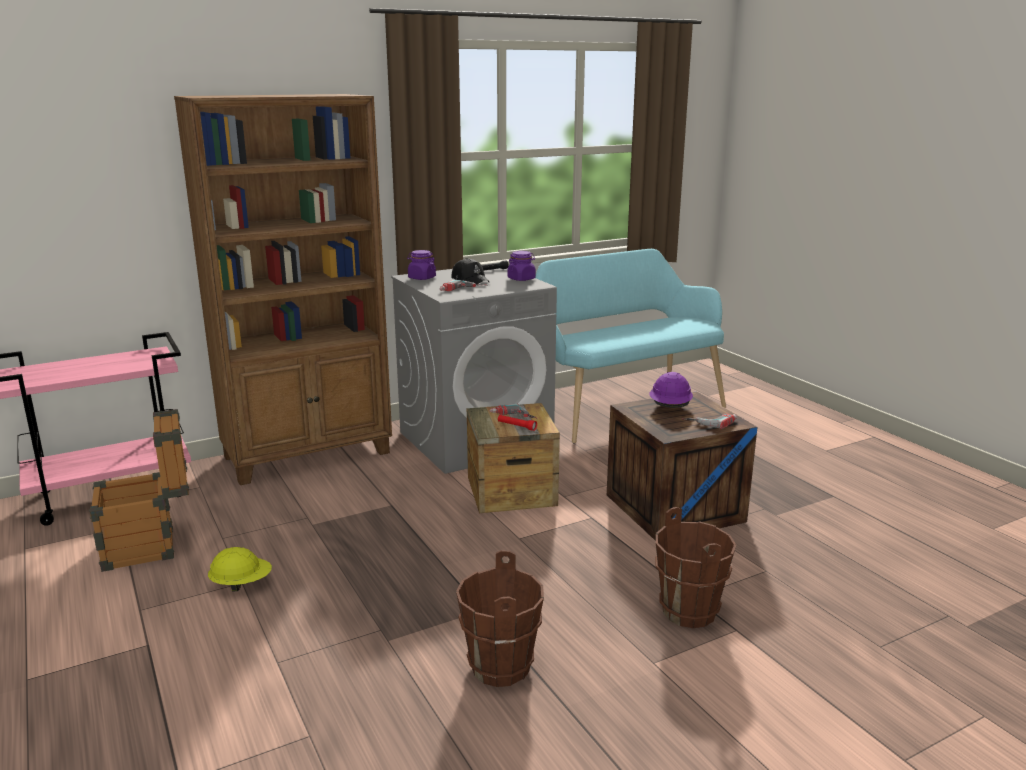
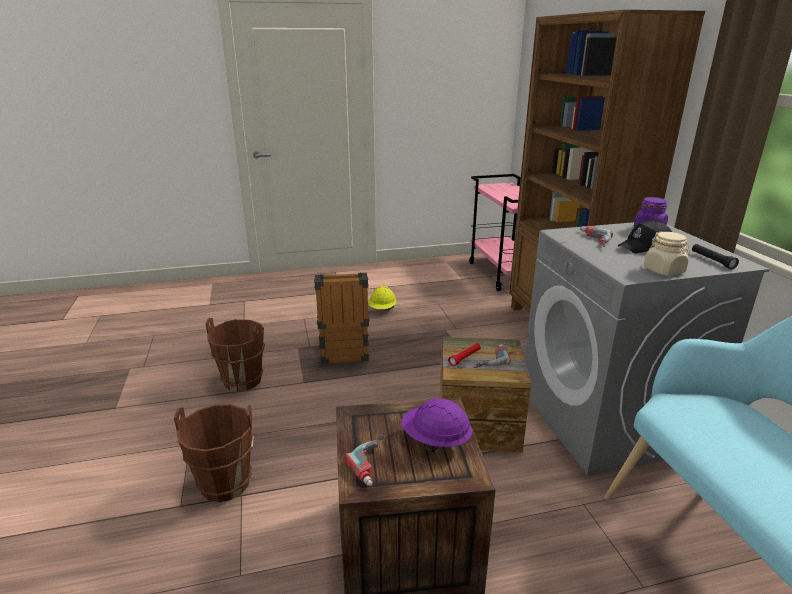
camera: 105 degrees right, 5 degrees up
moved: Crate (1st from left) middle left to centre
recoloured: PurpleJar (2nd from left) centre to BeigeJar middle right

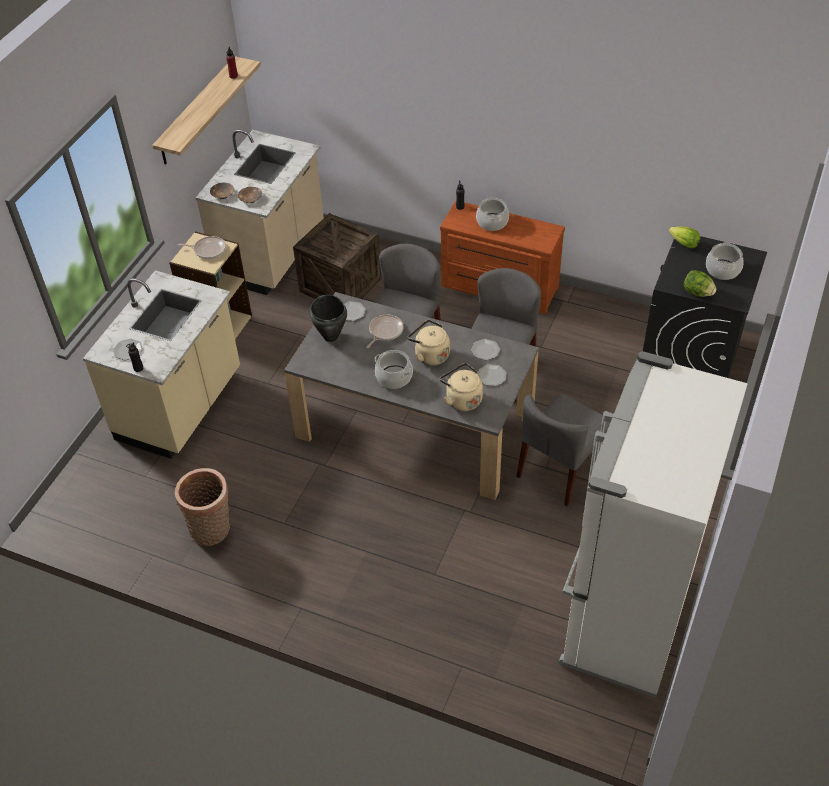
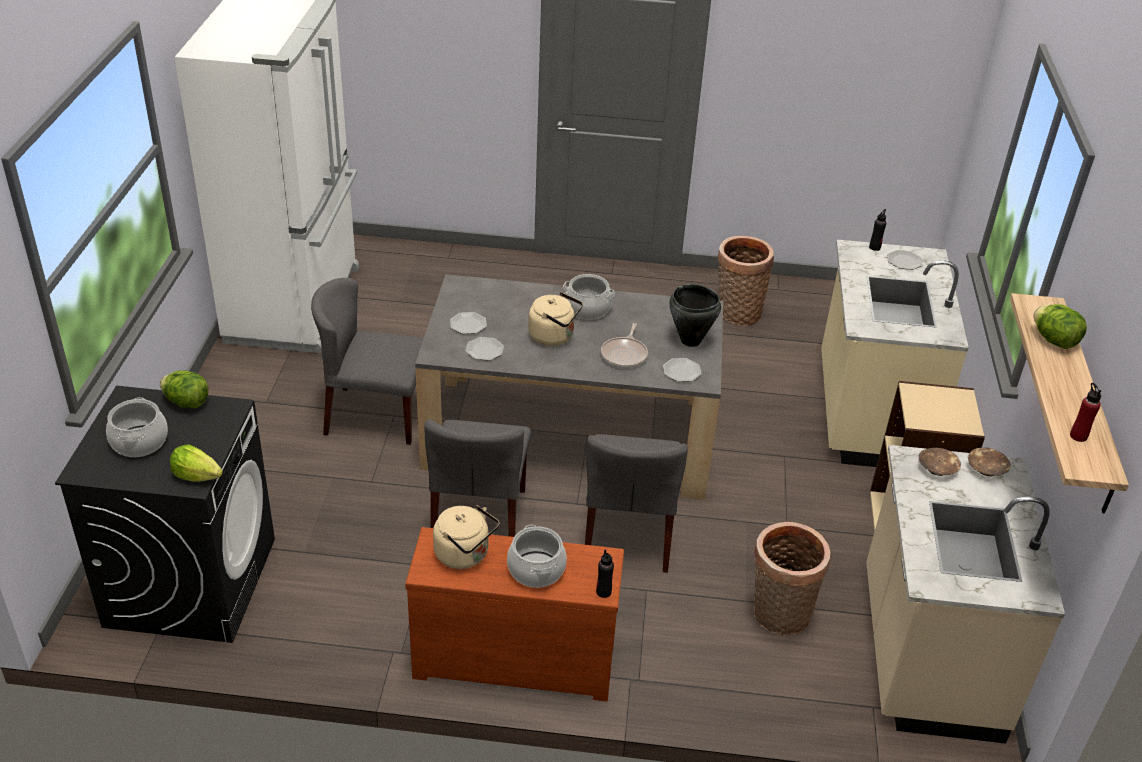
camera: 160 degrees right, 10 degrees down
removed: Pan (1st from left) top left
added: HeadOfLettuce (3rd from left) middle right
moved: BeigeWaterKettle (2nd from left in the first image) centre to BeigeWaterKettle (1st from left) bottom centre
replaced: Crate top centre to StorageBasket (2nd from left) bottom right
turned: GreyChair (3rd from left in the first image) middle right = middle left 105 degrees counterclockwise

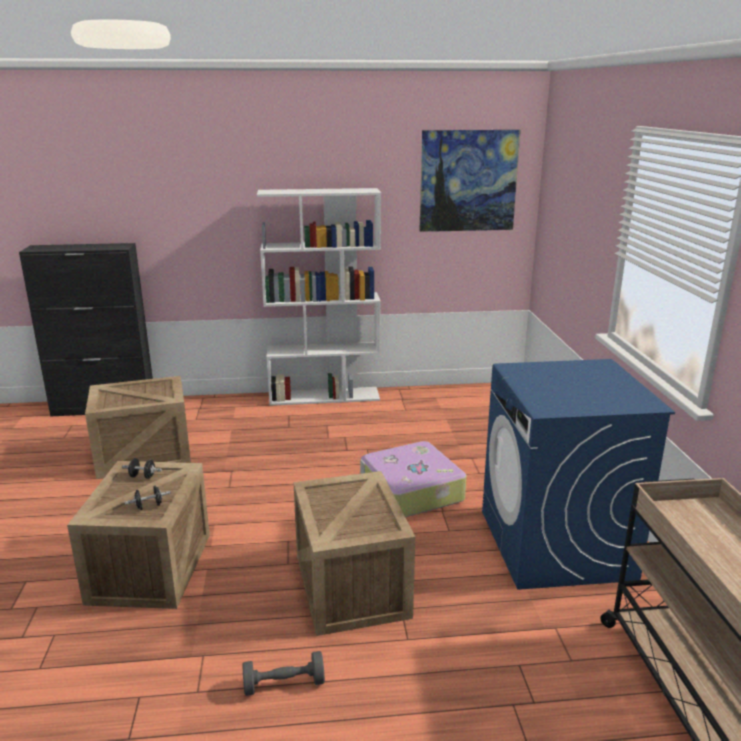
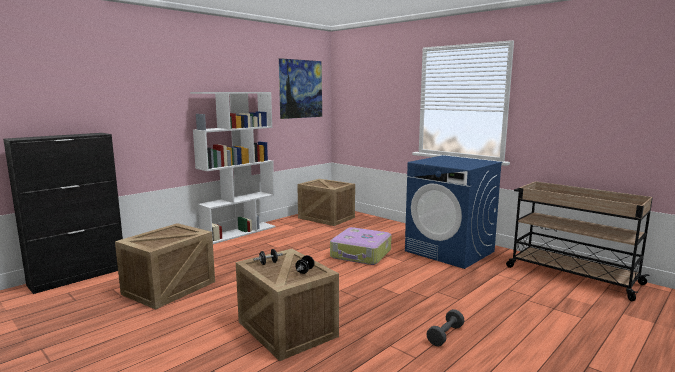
camera: 40 degrees left, 10 degrees down
moved: Crate (3rd from left) bottom centre to centre

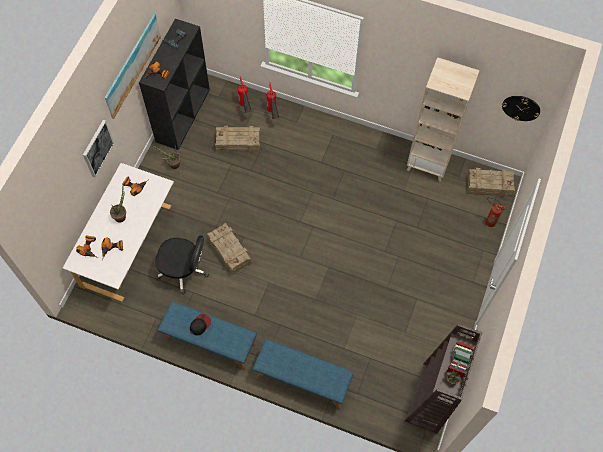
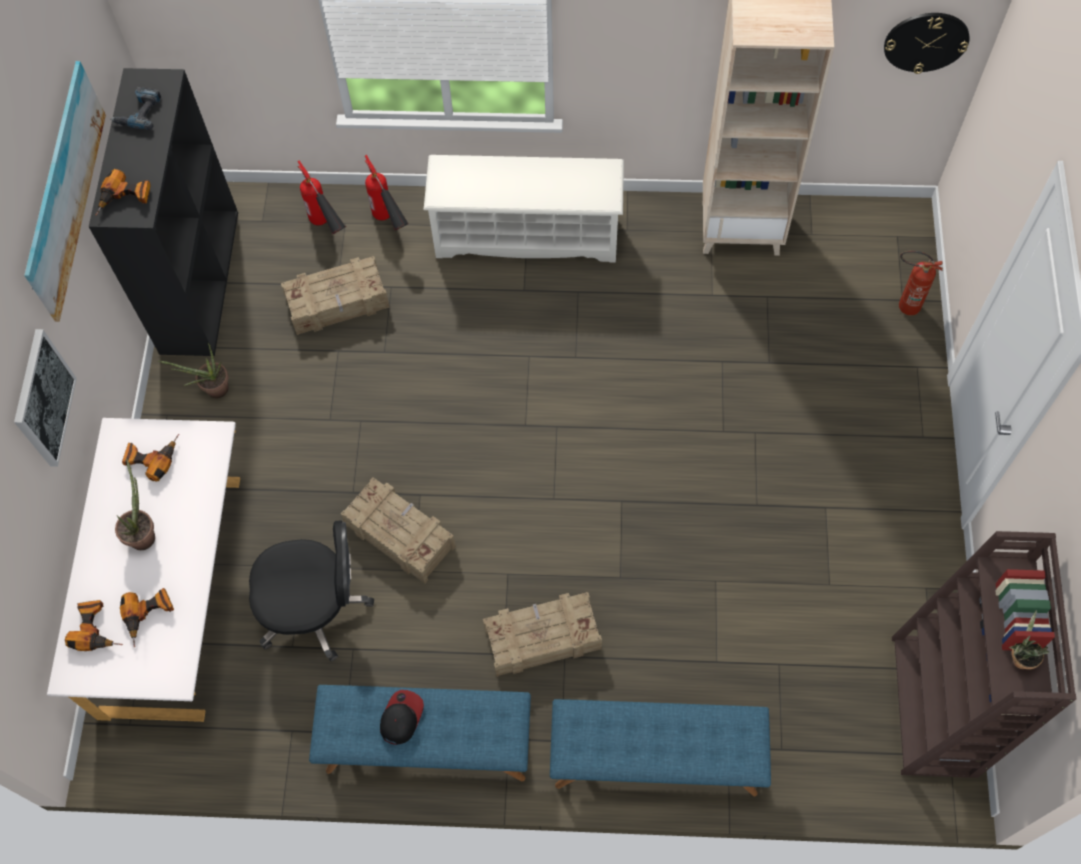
camera: 15 degrees left, 0 degrees up
added: WhitishShoeStand top centre
moved: Crate (3rd from left) middle right to bottom centre

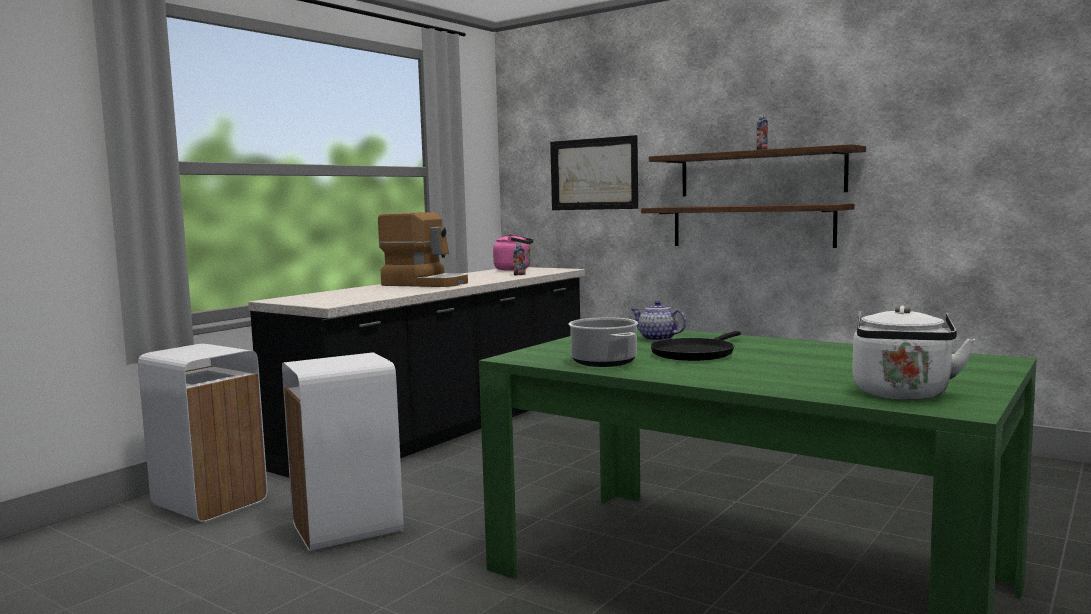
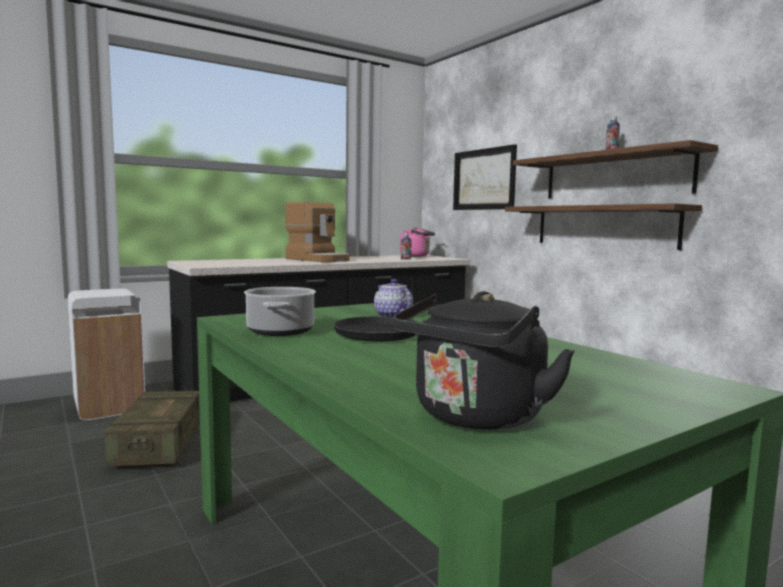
camera: 20 degrees right, 0 degrees up
replaced: WhitishRubbishBin (2nd from left) bottom left to Crate bottom left
recoloured: WhitishWaterKettle middle right to BlackColouredWaterKettle centre

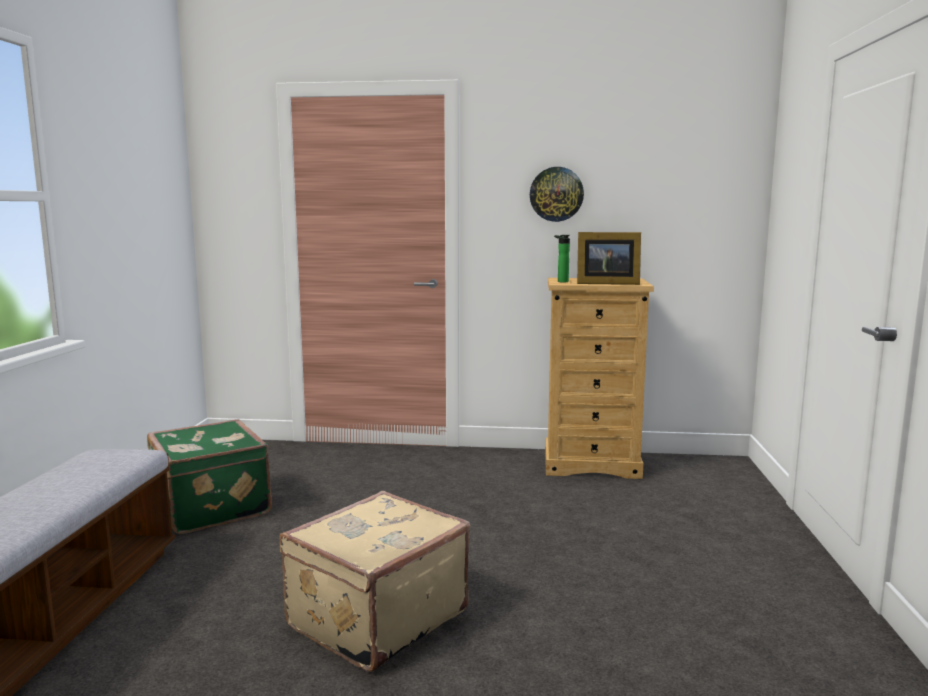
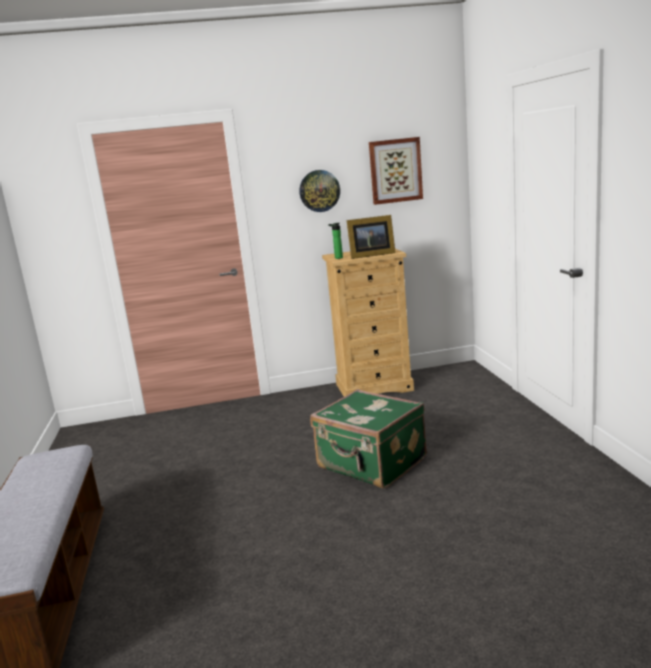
camera: 15 degrees left, 5 degrees up
removed: BeigeSuitcase bottom centre
added: WallArt top centre
moved: GreenishSuitcase bottom left to centre

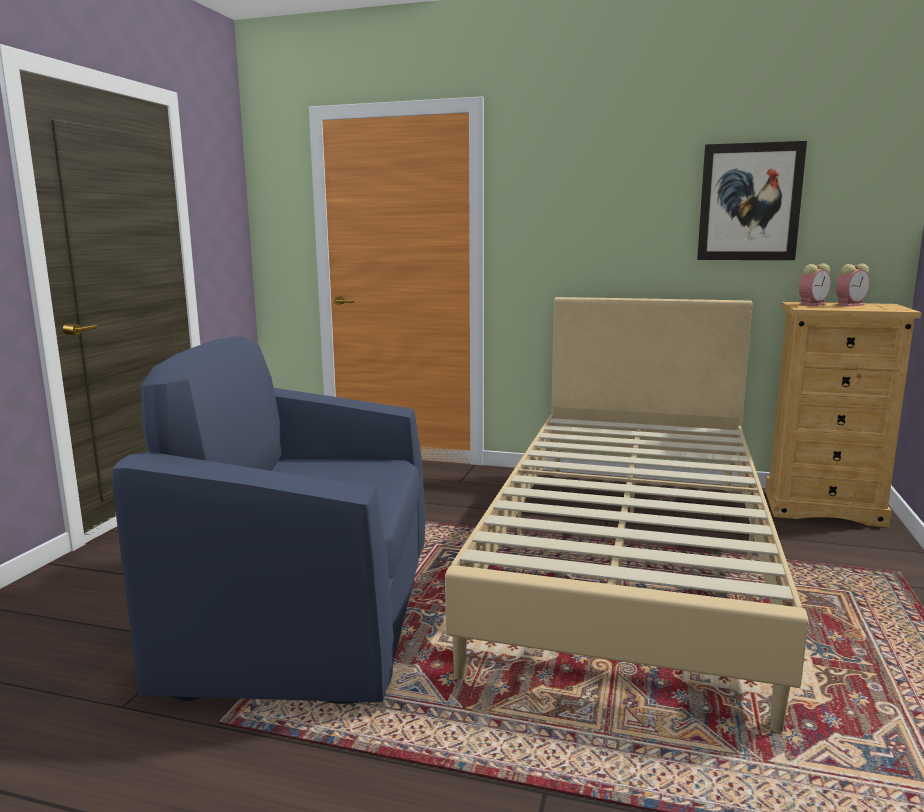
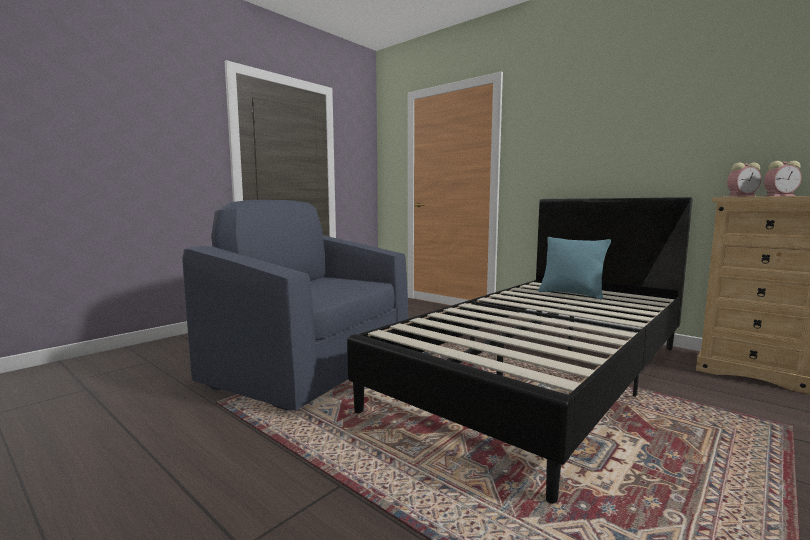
camera: 25 degrees right, 5 degrees down
removed: WallArt top right
added: TurquoiseCushion middle right
recoloured: BeigeBedroomBed middle right to BlackColouredBedroomBed centre

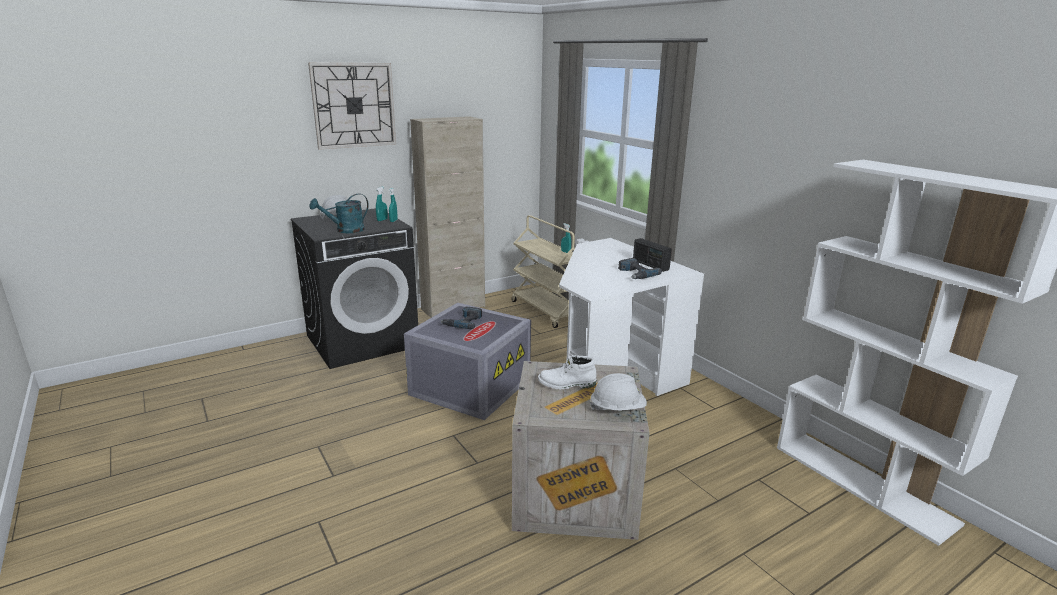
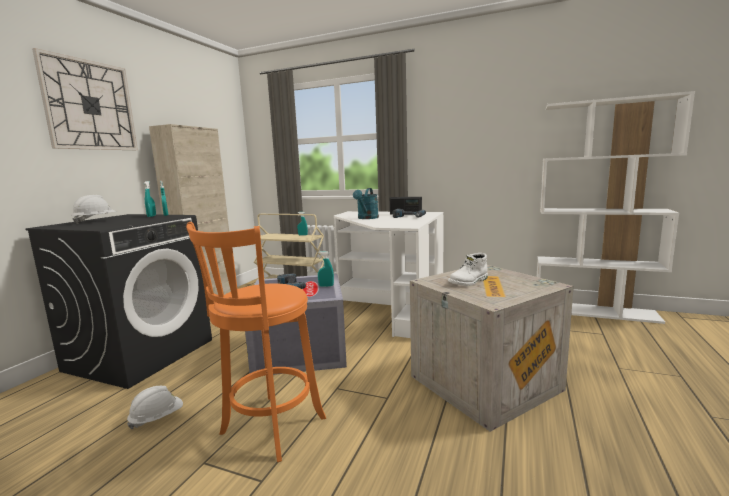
camera: 35 degrees left, 10 degrees down
added: OrangeColouredSittingStool bottom centre; TurquoiseSprayBottle (4th from left) centre
moved: TurquoiseSprinklingCan middle left to centre; WhitishSafetyHelmet (2nd from left) centre to bottom left

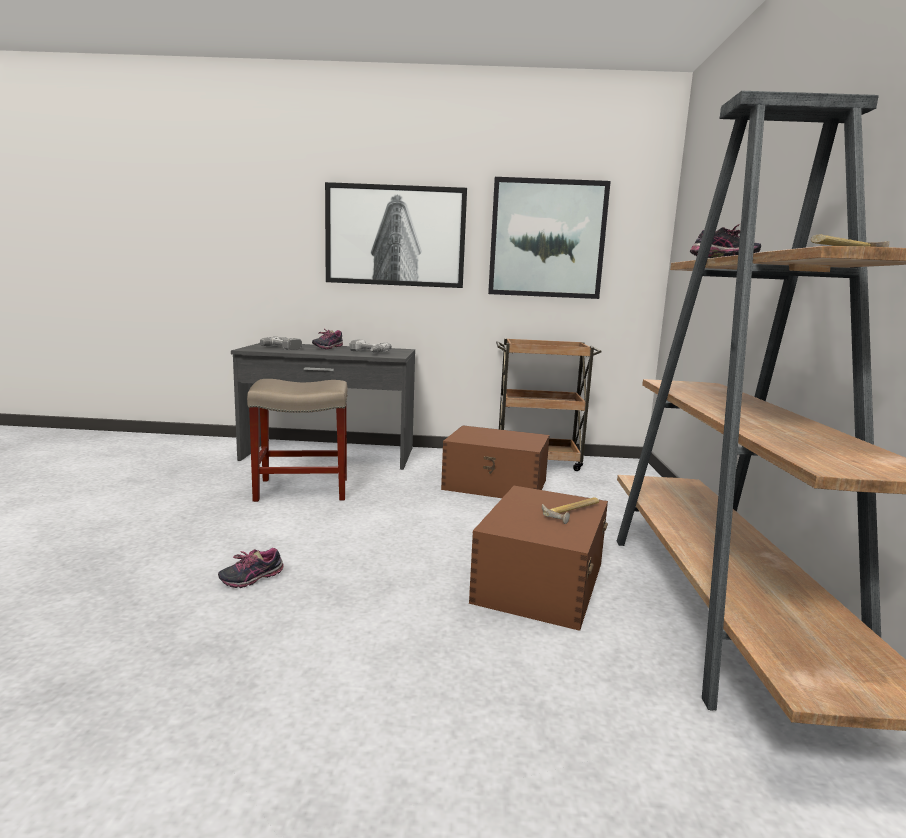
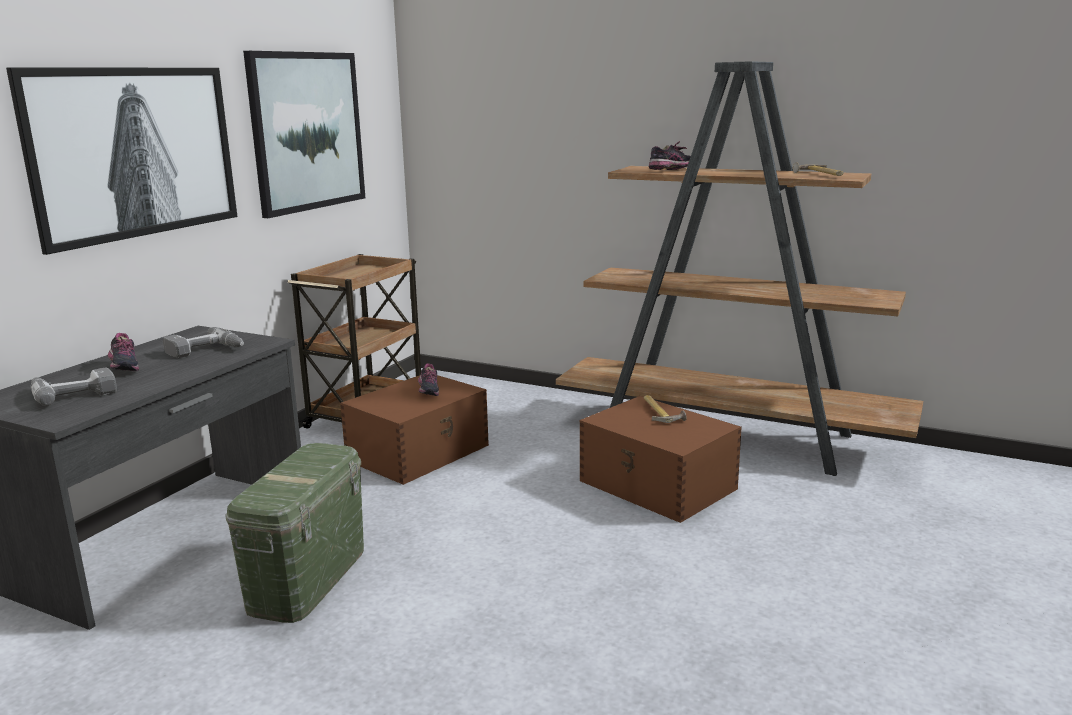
camera: 65 degrees left, 5 degrees up
moved: Shoe (1st from left in the first image) bottom left to Shoe (2nd from left) centre
replaced: BeigeSittingStool middle left to GreenishStorageBox bottom left

